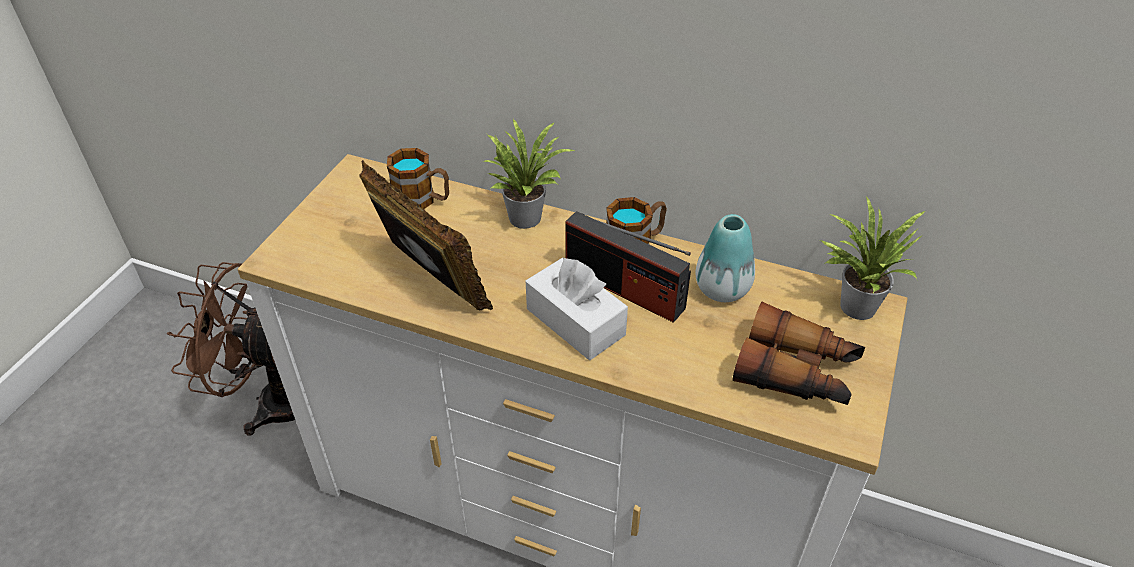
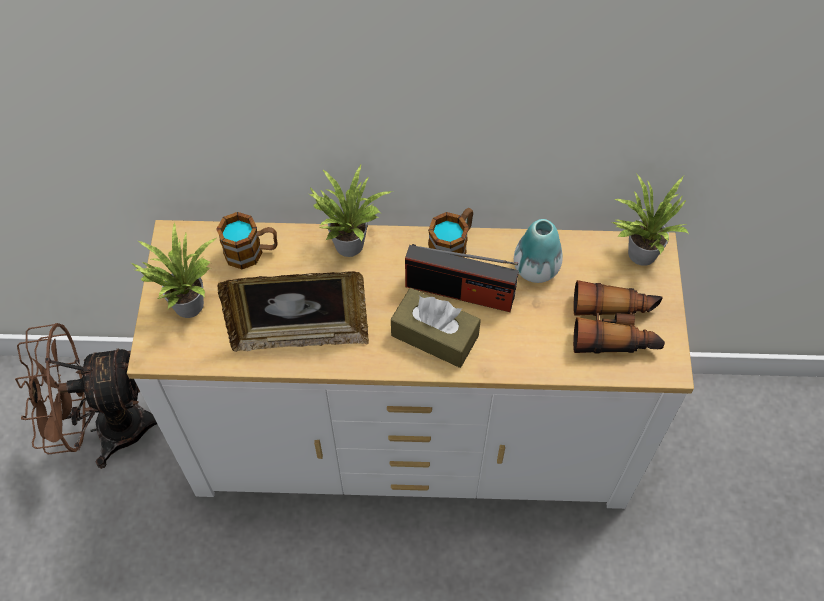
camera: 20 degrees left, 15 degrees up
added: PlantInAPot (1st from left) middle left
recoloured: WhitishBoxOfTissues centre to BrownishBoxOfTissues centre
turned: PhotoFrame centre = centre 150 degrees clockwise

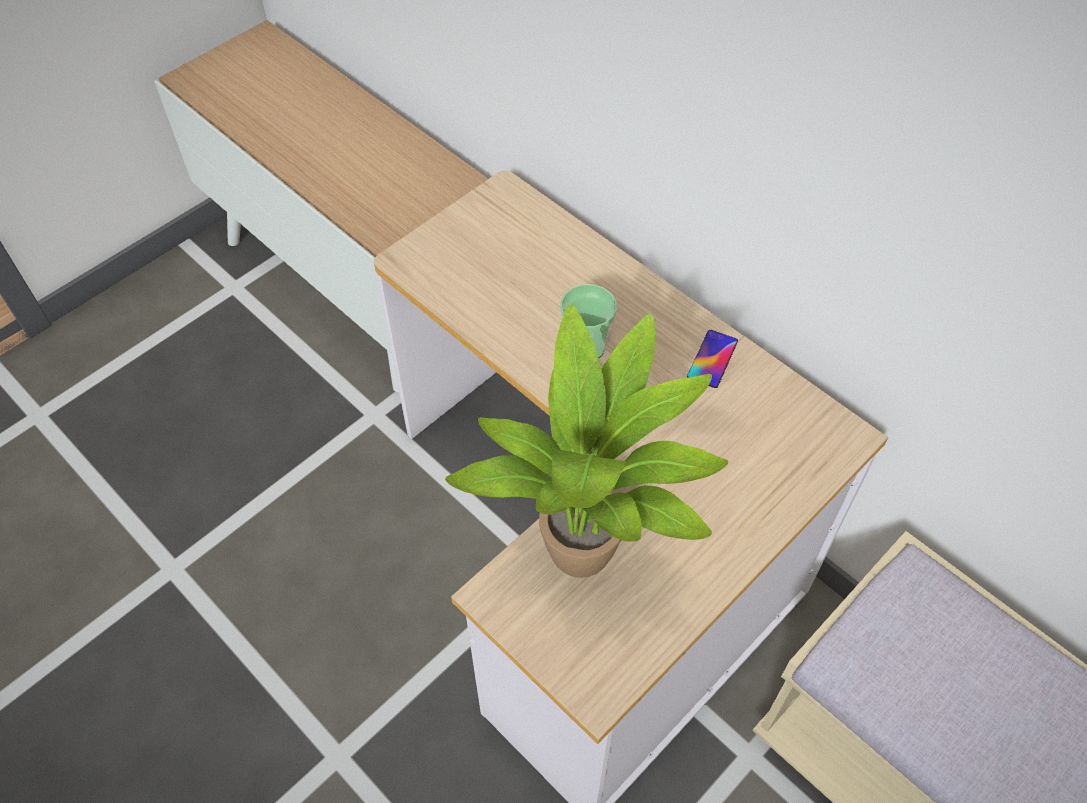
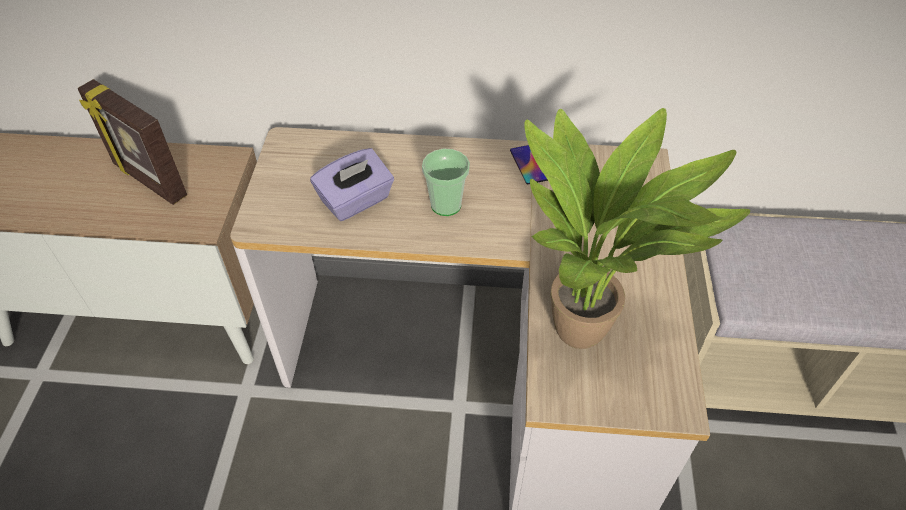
camera: 40 degrees left, 5 degrees down
added: PhotoFrame top left; PurpleBoxOfTissues centre

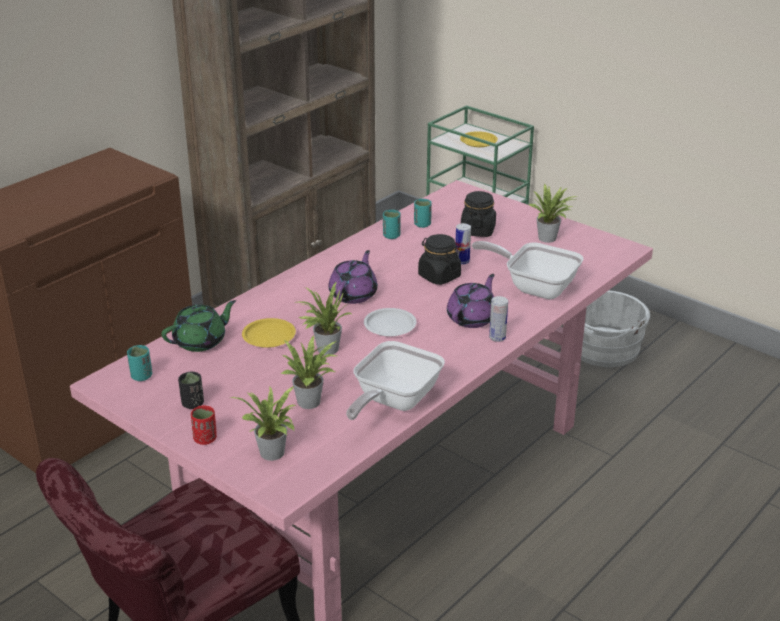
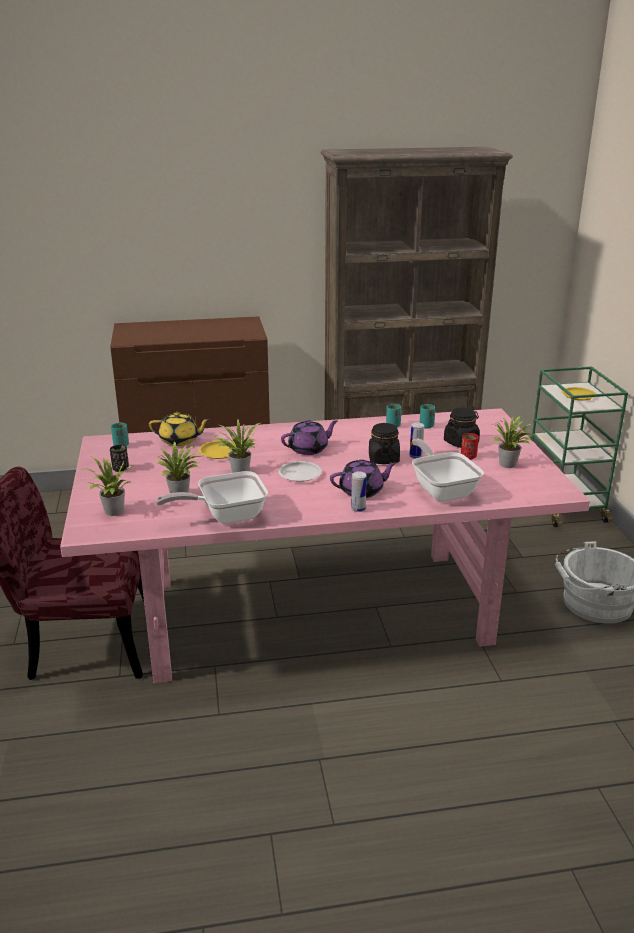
camera: 40 degrees right, 5 degrees down
moved: RedColouredCup bottom left to middle right
recoloured: GreenishPotForTea middle left to YellowColouredPotForTea middle left

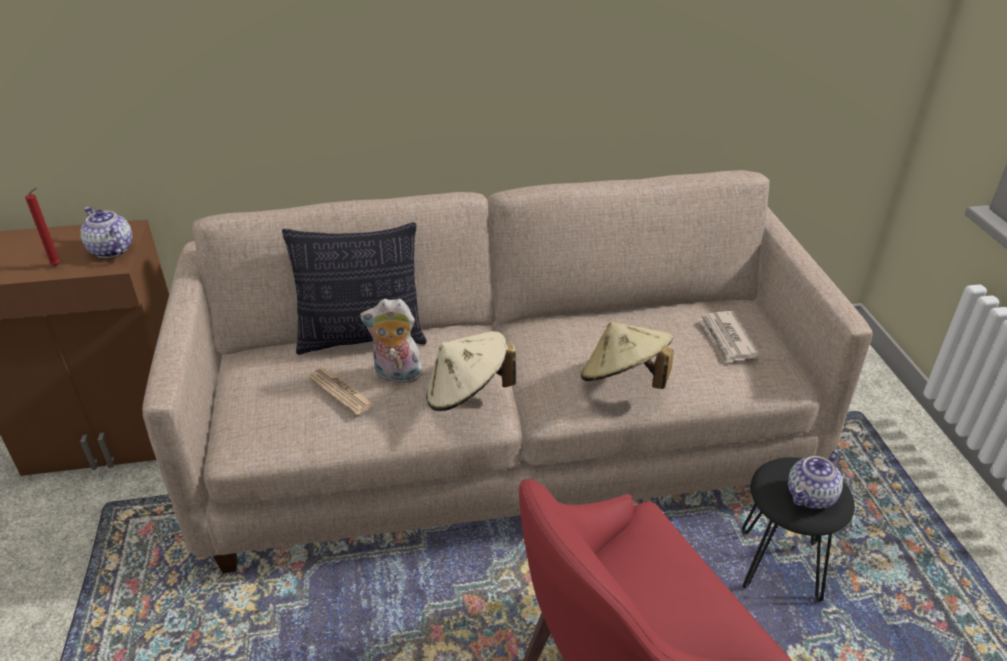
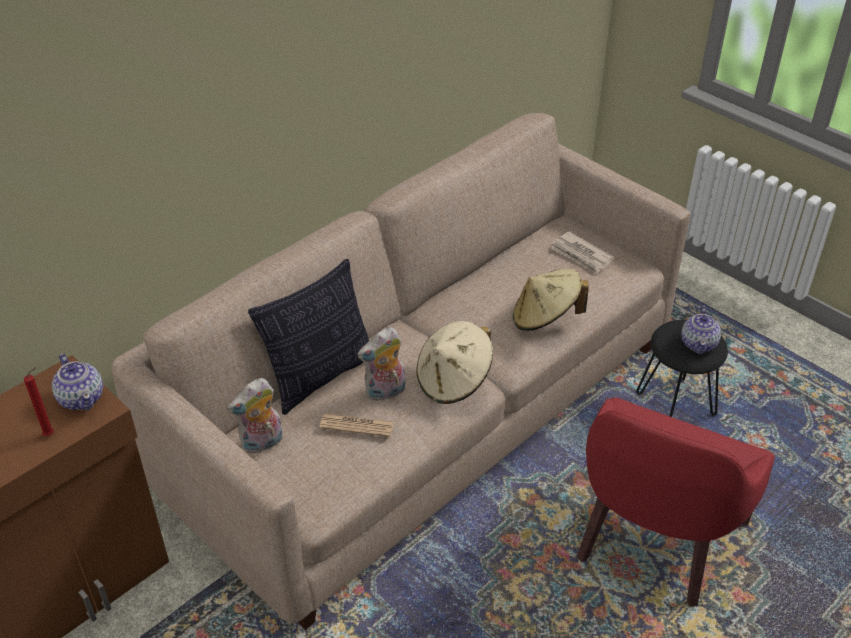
camera: 35 degrees left, 5 degrees up
added: CuddlyToy (1st from left) middle left
turned: PotForTea (1st from left) middle left = middle left 135 degrees counterclockwise

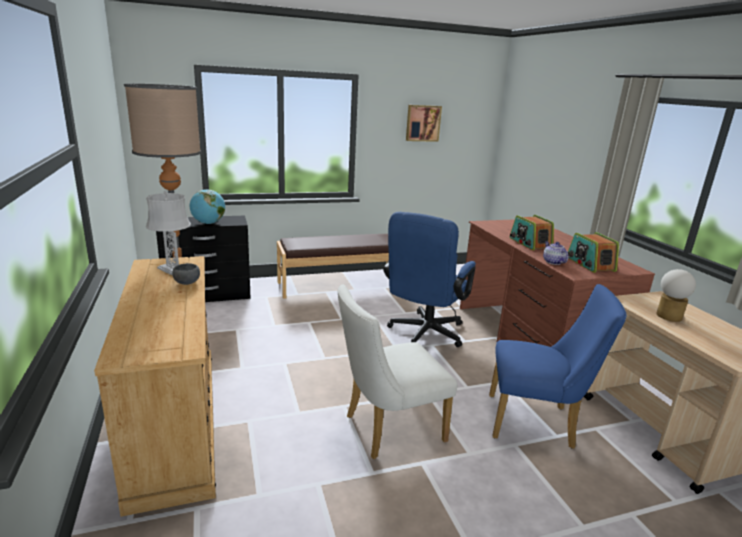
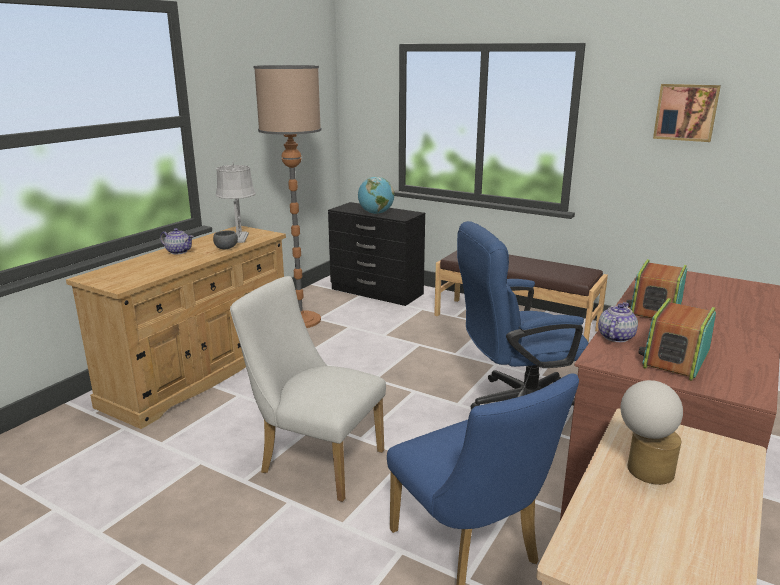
camera: 50 degrees right, 0 degrees up
added: PotForTea (1st from left) middle left

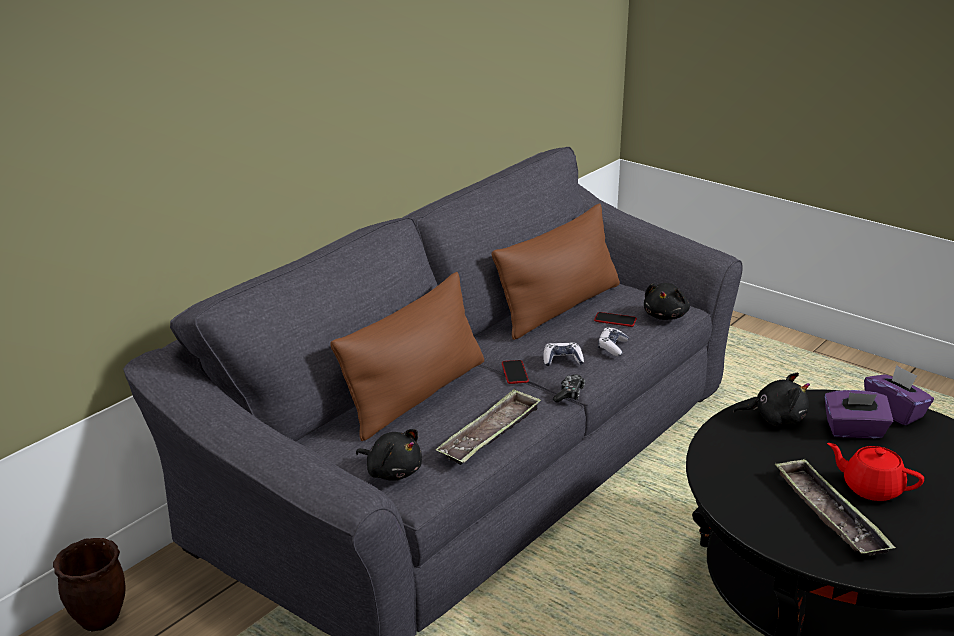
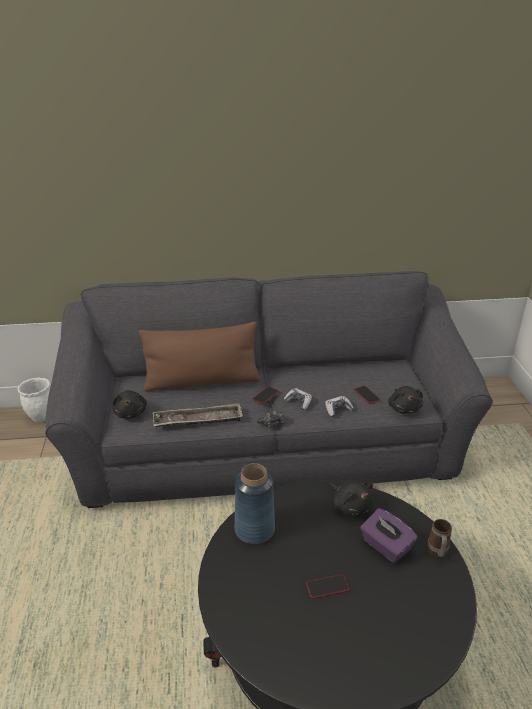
camera: 45 degrees right, 5 degrees up
removed: BrownishCushion (2nd from left) centre; CarryingTray (2nd from left) bottom right
added: BlueDecorativeVase bottom centre
replaced: PurpleBoxOfTissues (2nd from left) middle right to Mug bottom right; RedColouredPotForTea bottom right to Handset (2nd from left) bottom centre
recoloured: BrownishFlowerPot bottom left to WhitishFlowerPot middle left
turned: BlackColouredCuddlyToy (2nd from left in the first image) middle right = middle right 75 degrees counterclockwise

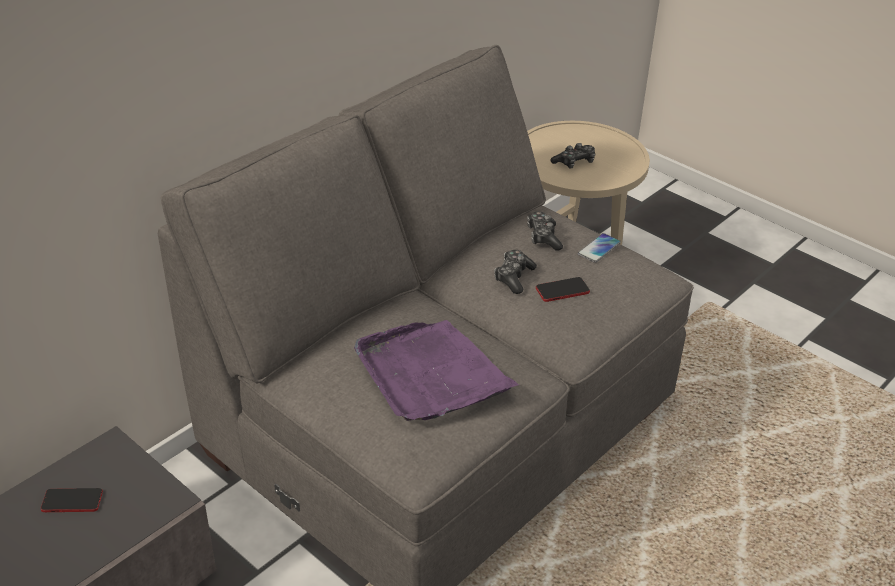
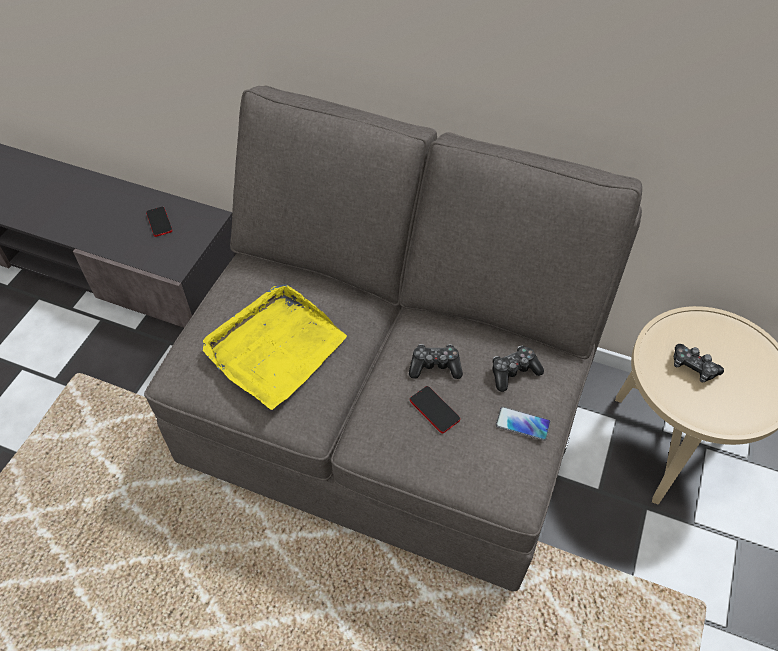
camera: 70 degrees right, 15 degrees up
recoloured: PurpleCarryingTray centre to YellowColouredCarryingTray centre

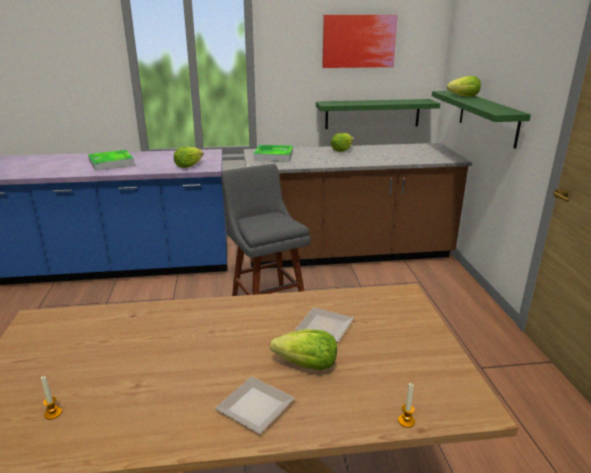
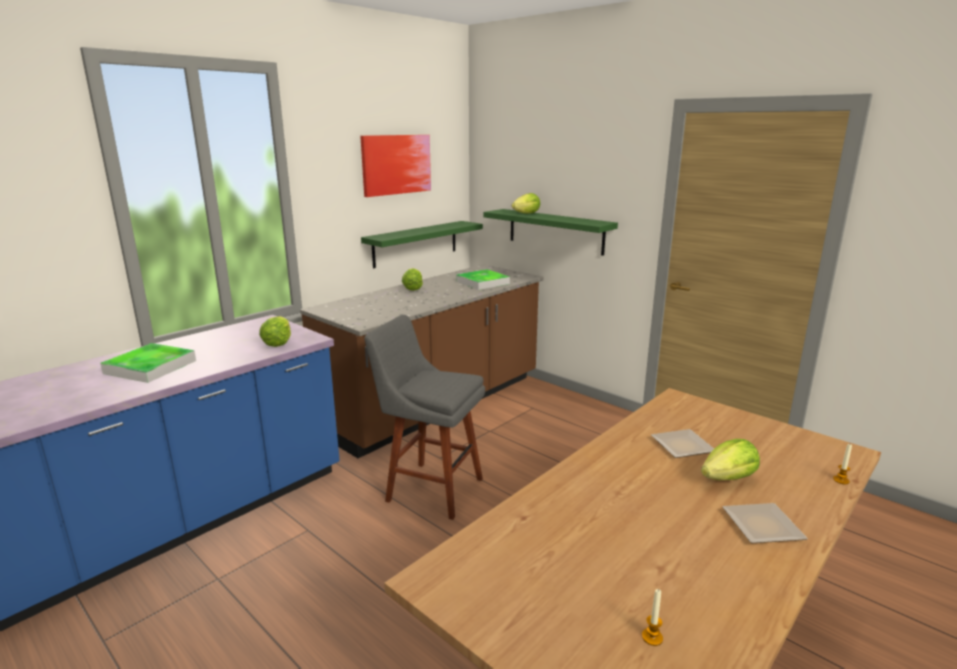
camera: 40 degrees left, 5 degrees down
moved: CarryingTray (2nd from left) top centre to centre

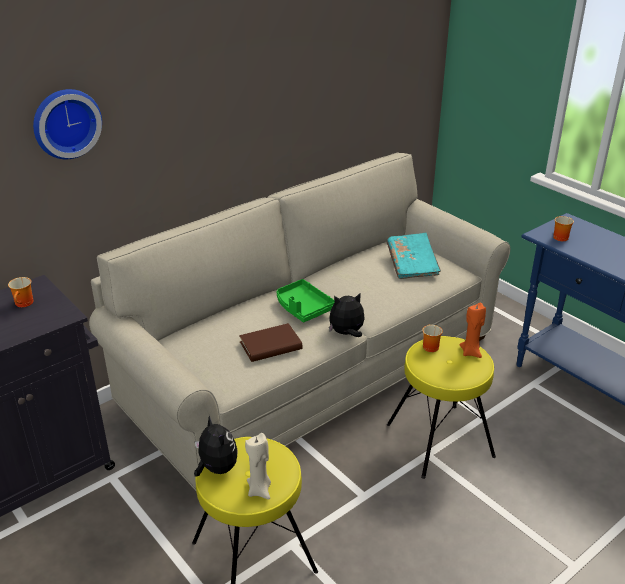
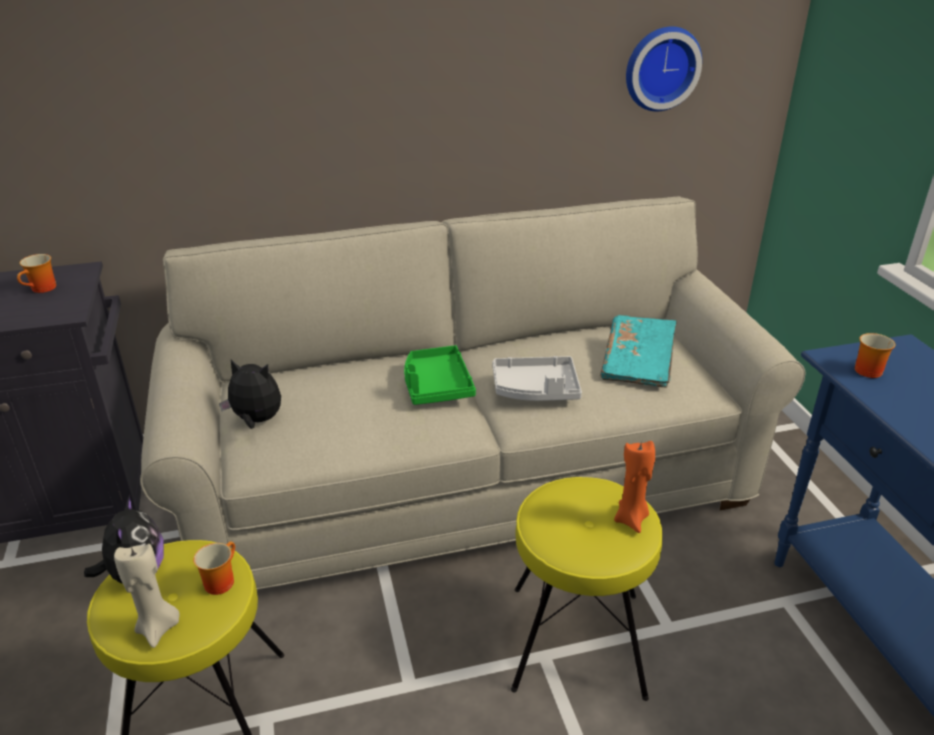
camera: 25 degrees right, 0 degrees up
removed: BrownishBook centre
added: GreyCarryingTray centre
moved: ClockOnTheWall top left to top right; CuddlyToy (2nd from left) centre to middle left; Mug (2nd from left) middle right to bottom left

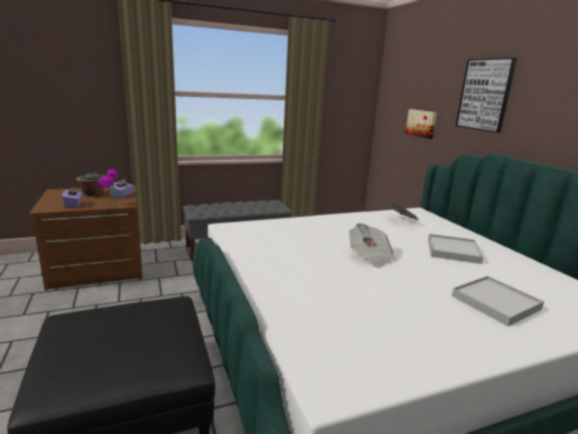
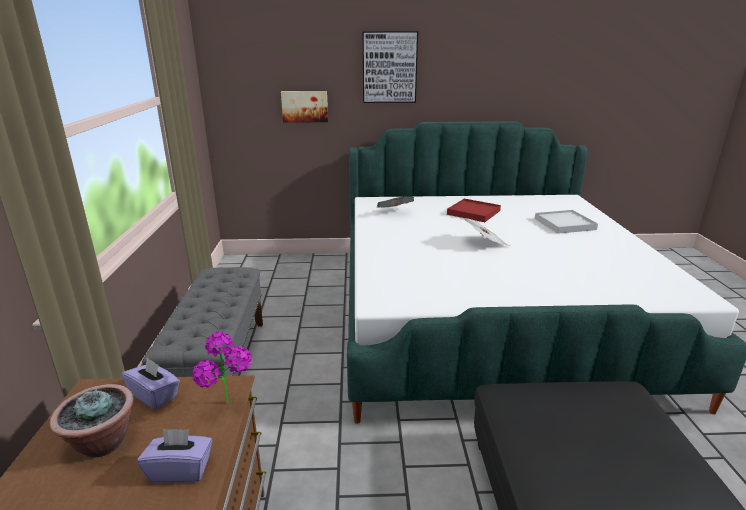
camera: 70 degrees left, 5 degrees up
recoloured: WhitishCarryingTray (1st from left) middle right to RedColouredCarryingTray centre

